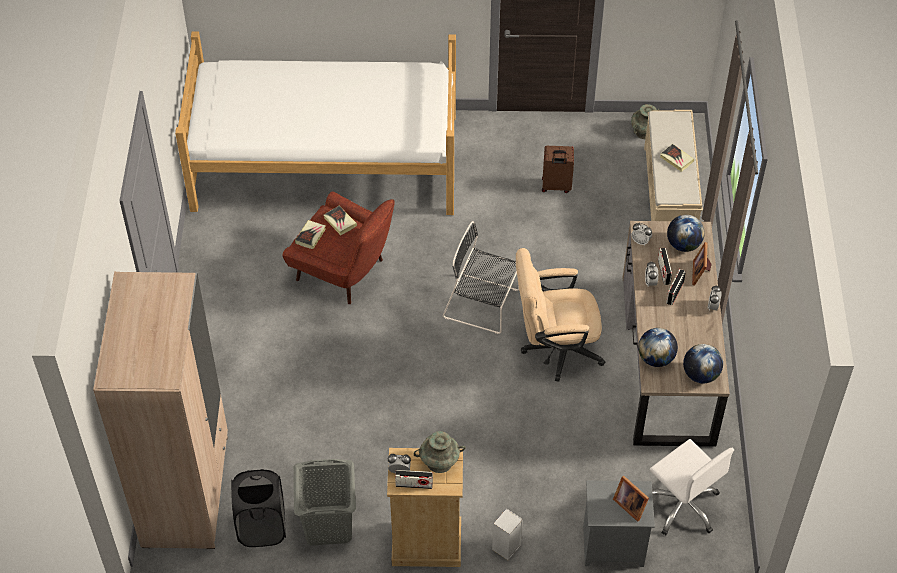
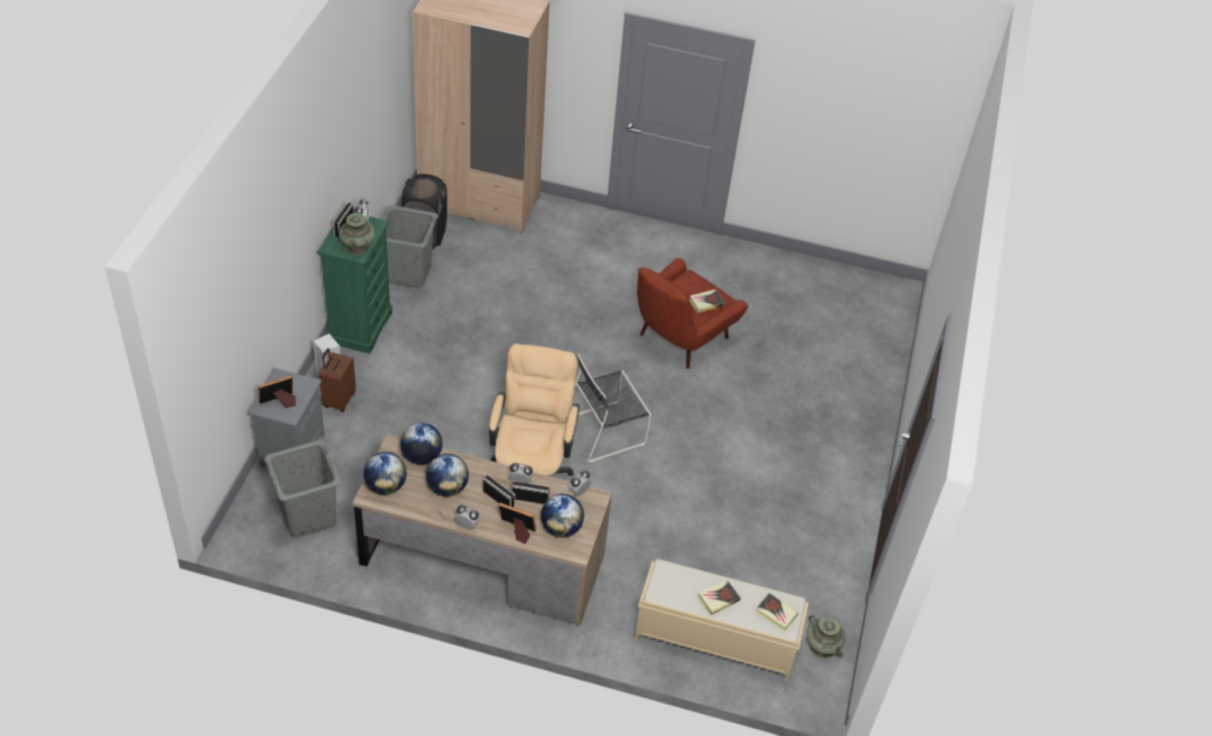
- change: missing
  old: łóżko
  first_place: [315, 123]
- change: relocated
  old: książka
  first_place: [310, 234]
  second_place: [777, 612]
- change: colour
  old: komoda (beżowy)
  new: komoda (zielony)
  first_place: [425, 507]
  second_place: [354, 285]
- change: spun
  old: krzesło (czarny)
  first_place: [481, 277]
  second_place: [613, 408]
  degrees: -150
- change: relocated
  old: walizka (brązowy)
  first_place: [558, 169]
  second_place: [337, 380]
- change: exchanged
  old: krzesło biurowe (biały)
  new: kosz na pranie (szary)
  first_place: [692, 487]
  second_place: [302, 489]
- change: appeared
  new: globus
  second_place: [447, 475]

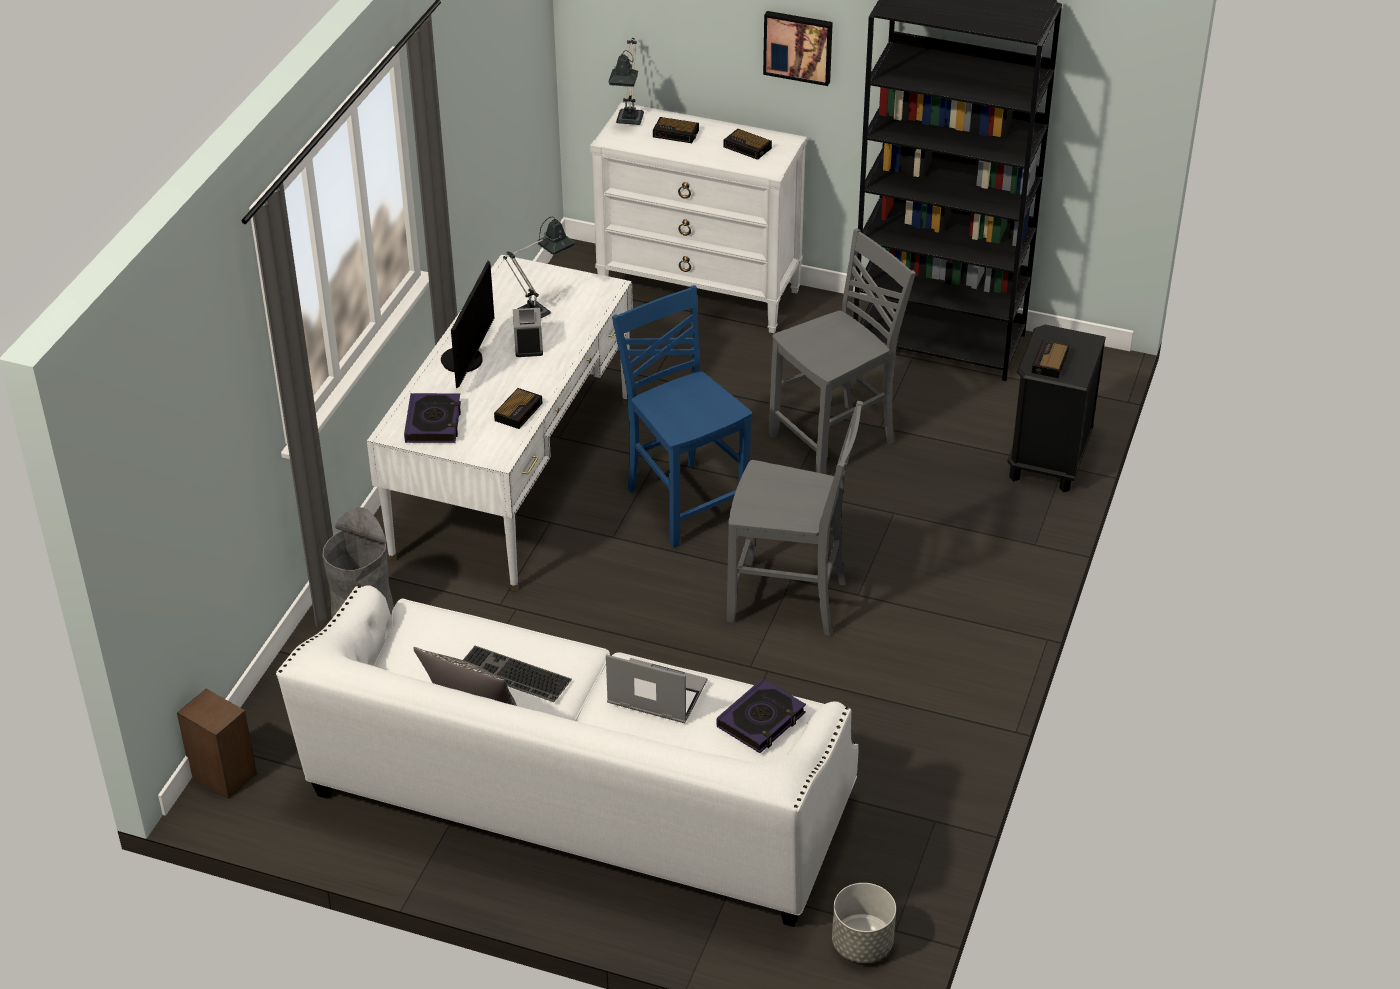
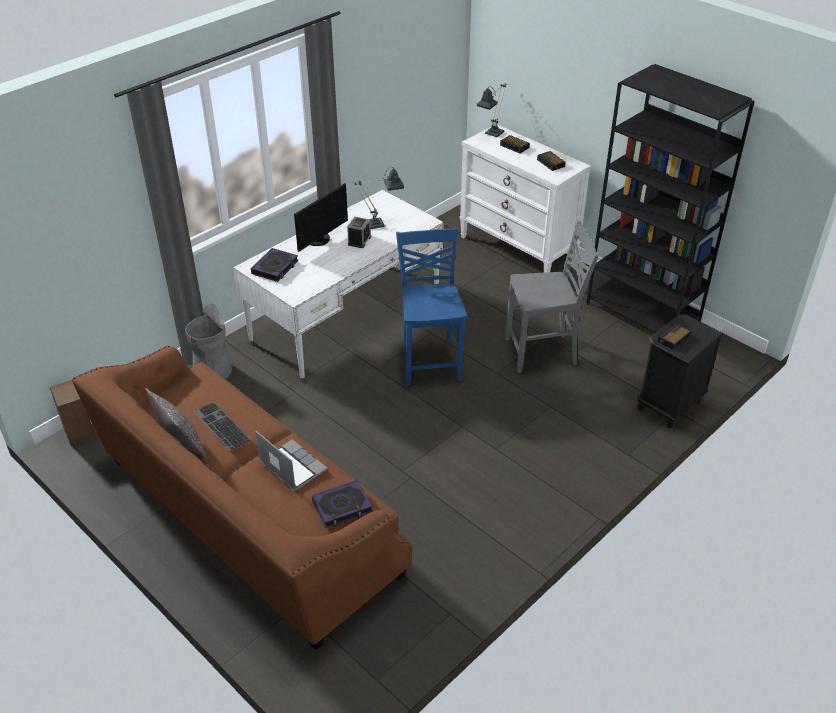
- change: colour
  old: kanapa (biały)
  new: kanapa (brązowy)
  first_place: [567, 756]
  second_place: [242, 498]
- change: missing
  old: budzik
  first_place: [518, 408]
- change: missing
  old: krzesło (szary)
  first_place: [795, 518]
- change: missing
  old: obraz
  first_place: [798, 48]
- change: missing
  old: donica (szary)
  first_place: [864, 923]

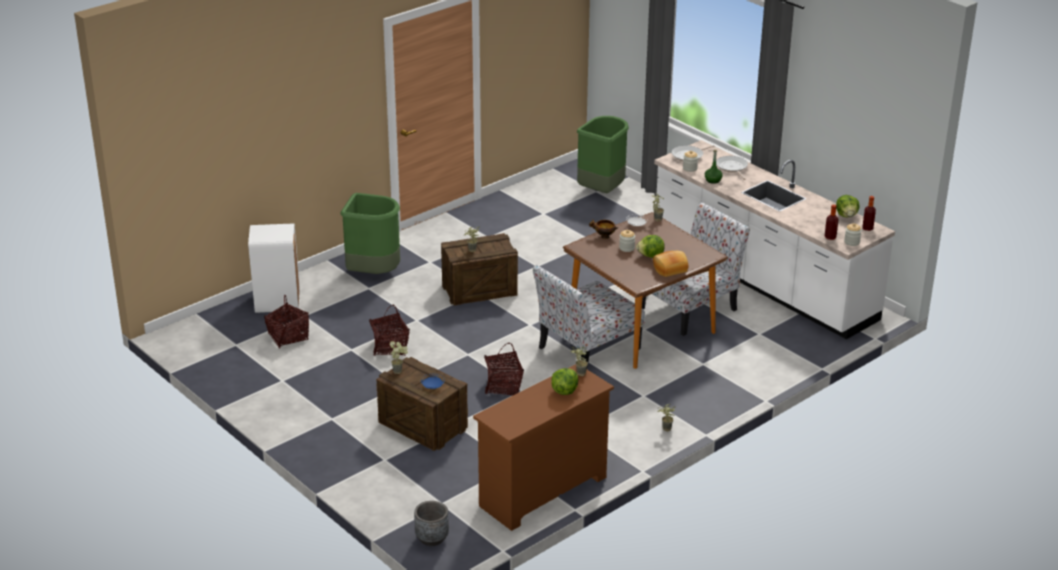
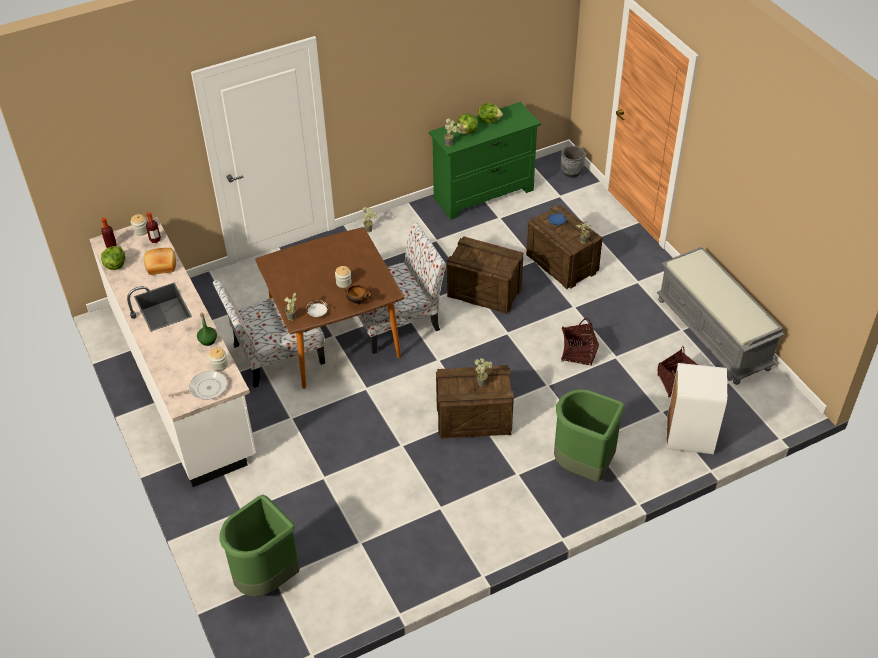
- change: colour
  old: komoda (brązowy)
  new: komoda (zielony)
  first_place: [543, 447]
  second_place: [485, 161]
- change: exchanged
  old: koszyk
  new: skrzynka
  first_place: [504, 369]
  second_place: [485, 275]
- change: relocated
  old: sałata
  first_place: [650, 246]
  second_place: [490, 113]
- change: relocated
  old: chleb
  first_place: [671, 264]
  second_place: [160, 261]
- change: missing
  old: patelnia
  first_place: [732, 168]
- change: appeared
  new: ławka (szary)
  second_place: [720, 316]

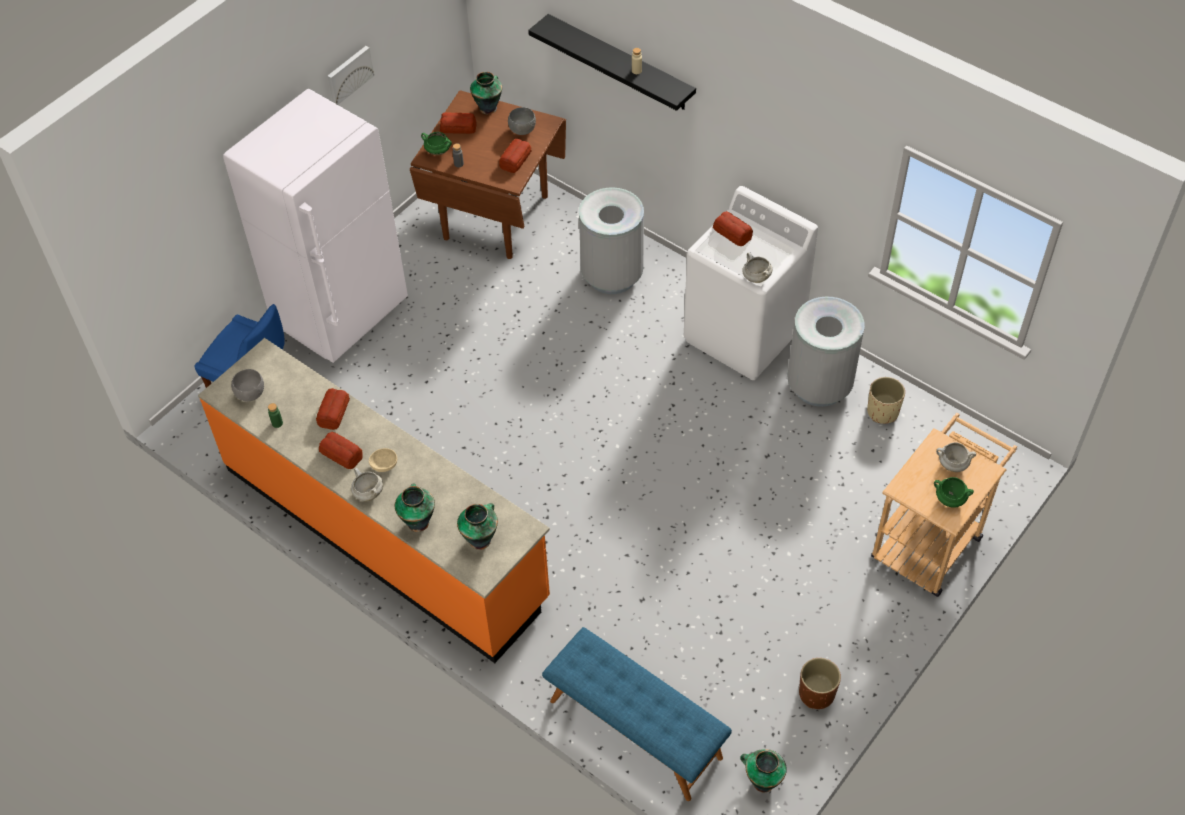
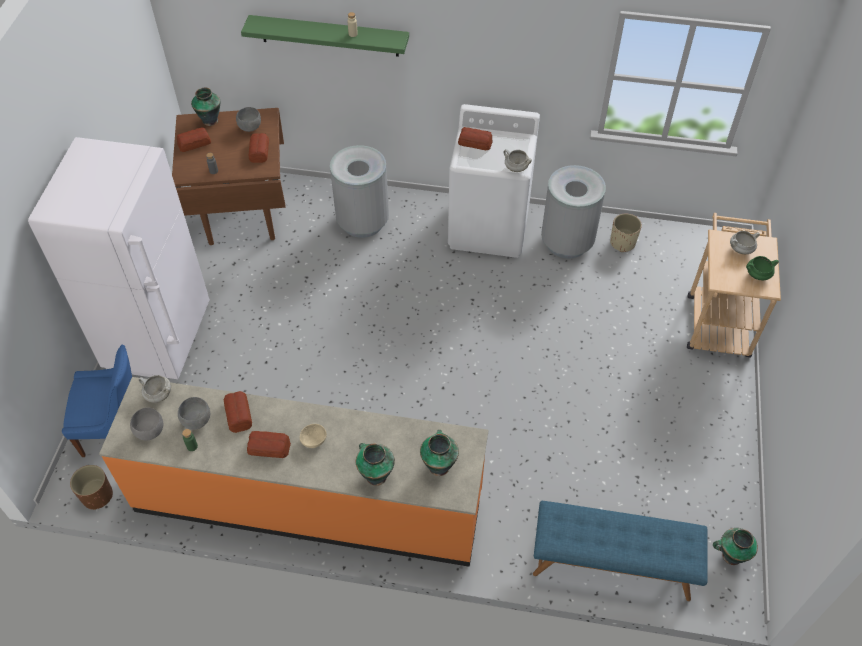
- change: missing
  old: obraz
  first_place: [351, 75]
- change: relocated
  old: garnek (biały)
  first_place: [367, 484]
  second_place: [154, 389]
- change: missing
  old: garnek (zielony)
  first_place: [436, 143]
- change: colour
  old: półka (czarny)
  new: półka (zielony)
  first_place: [612, 62]
  second_place: [325, 36]
- change: relocated
  old: donica (brązowy)
  first_place: [820, 683]
  second_place: [91, 487]
- change: appeared
  new: miska (szary)
  second_place: [194, 413]

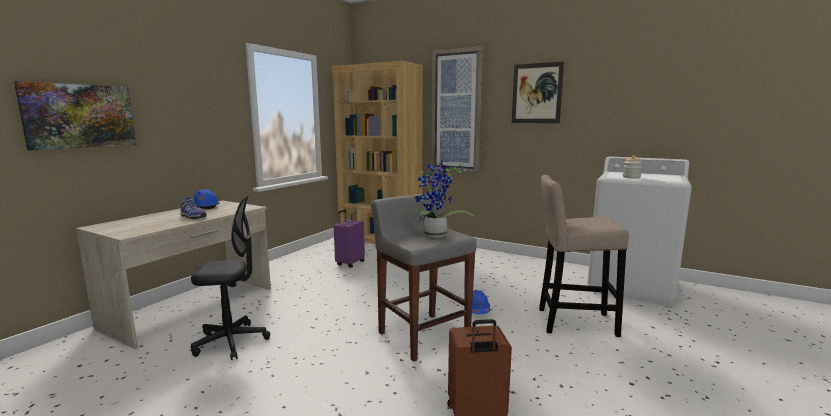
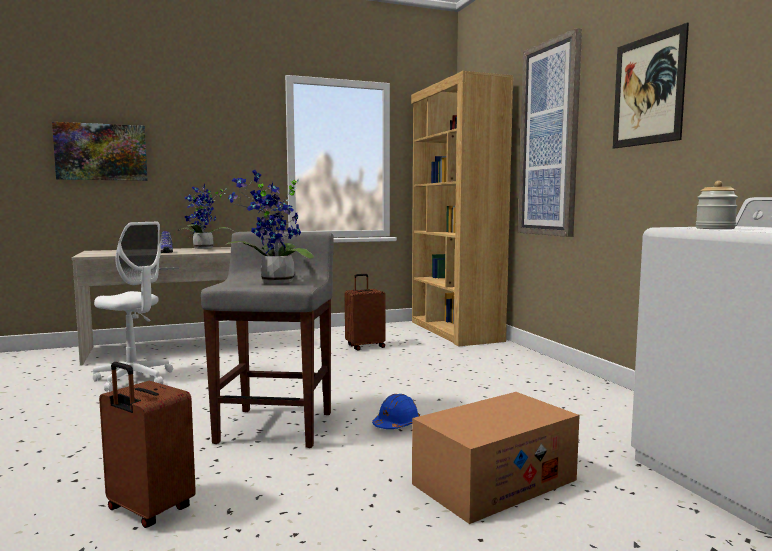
- change: colour
  old: krzesło biurowe (czarny)
  new: krzesło biurowe (biały)
  first_place: [230, 277]
  second_place: [133, 307]
- change: exchanged
  old: kask (niebieski)
  new: roślina doniczkowa
  first_place: [206, 199]
  second_place: [204, 216]
- change: colour
  old: walizka (fioletowy)
  new: walizka (brązowy)
  first_place: [349, 239]
  second_place: [365, 312]
- change: exchanged
  old: stołek (beżowy)
  new: karton
  first_place: [584, 256]
  second_place: [496, 458]

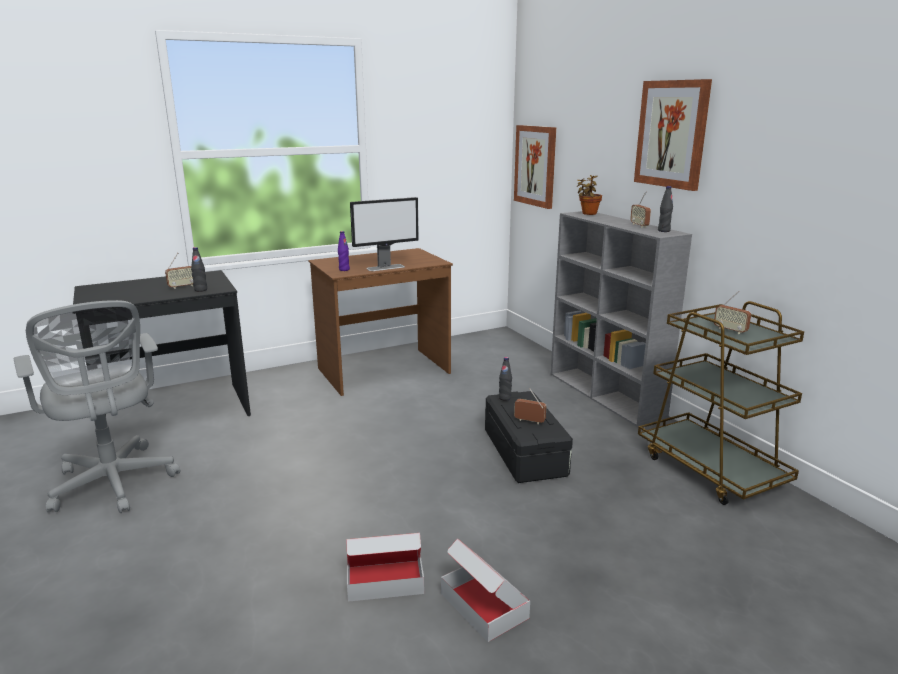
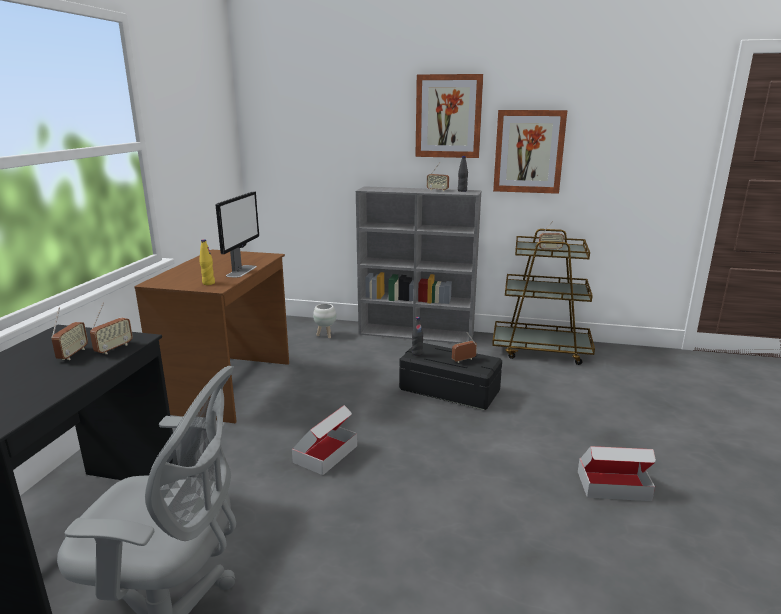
- change: exchanged
  old: butelka (czarny)
  new: radio
  first_place: [199, 269]
  second_place: [111, 328]
- change: colour
  old: butelka (fioletowy)
  new: butelka (żółty)
  first_place: [344, 251]
  second_place: [207, 262]
- change: relocated
  old: karton
  first_place: [385, 567]
  second_place: [324, 440]
- change: relocated
  old: obraz
  first_place: [535, 167]
  second_place: [530, 152]
- change: missing
  old: roślina doniczkowa
  first_place: [589, 195]
- change: appeared
  new: donica (biały)
  second_place: [324, 321]

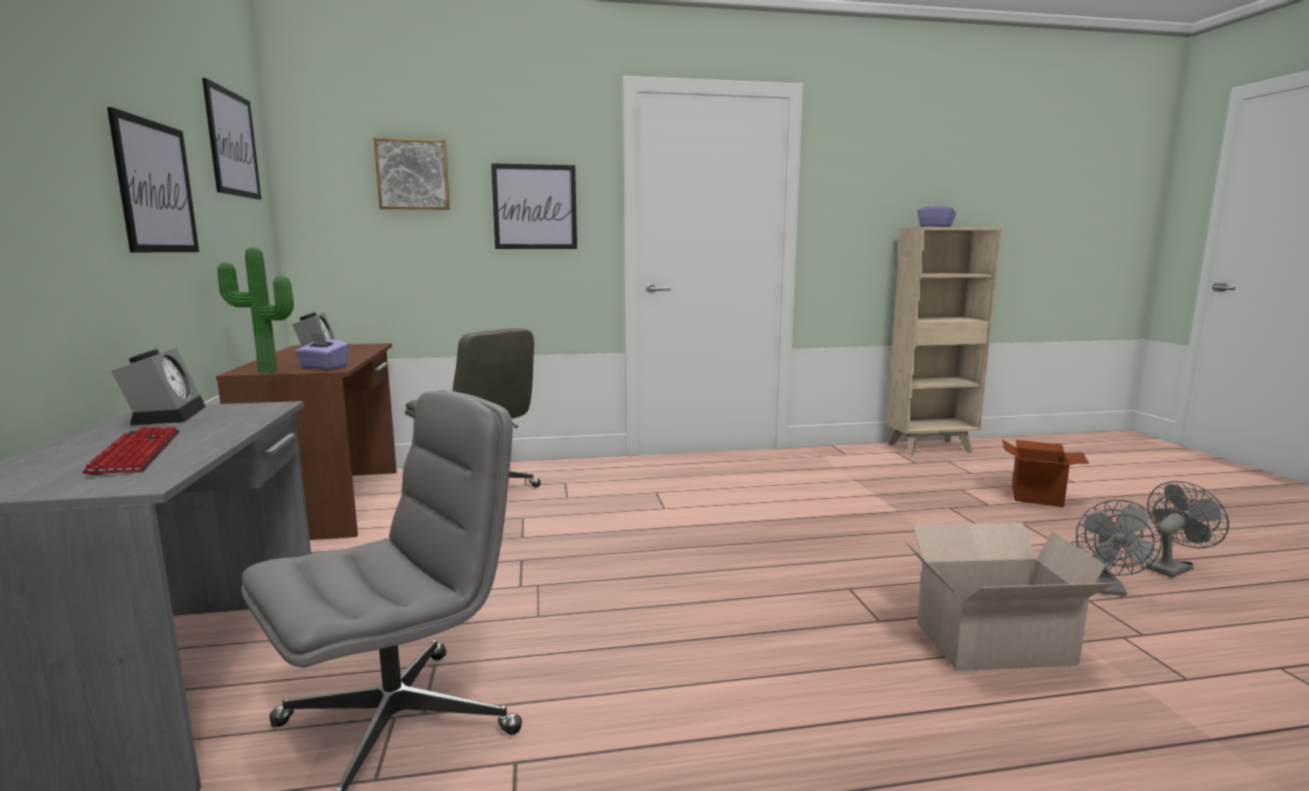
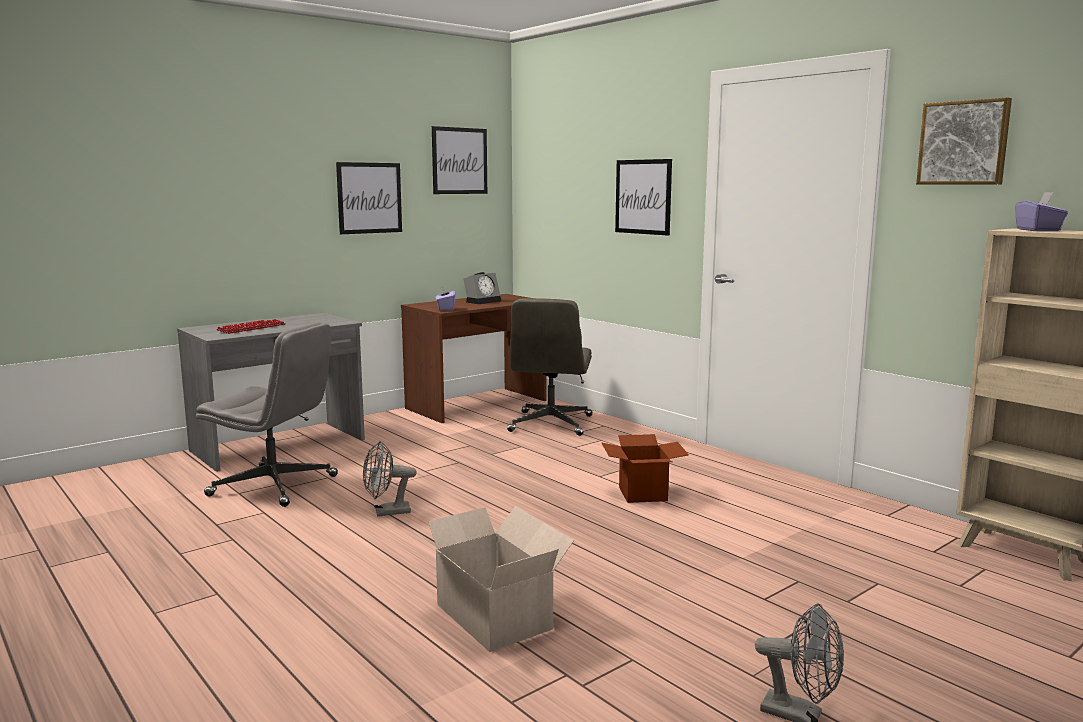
- change: missing
  old: budzik
  first_place: [158, 386]
- change: missing
  old: roślina doniczkowa
  first_place: [256, 310]
- change: relocated
  old: obraz
  first_place: [412, 174]
  second_place: [964, 141]
- change: relocated
  old: karton
  first_place: [1045, 473]
  second_place: [645, 468]
- change: relocated
  old: wentylator (szary)
  first_place: [1119, 548]
  second_place: [389, 478]

